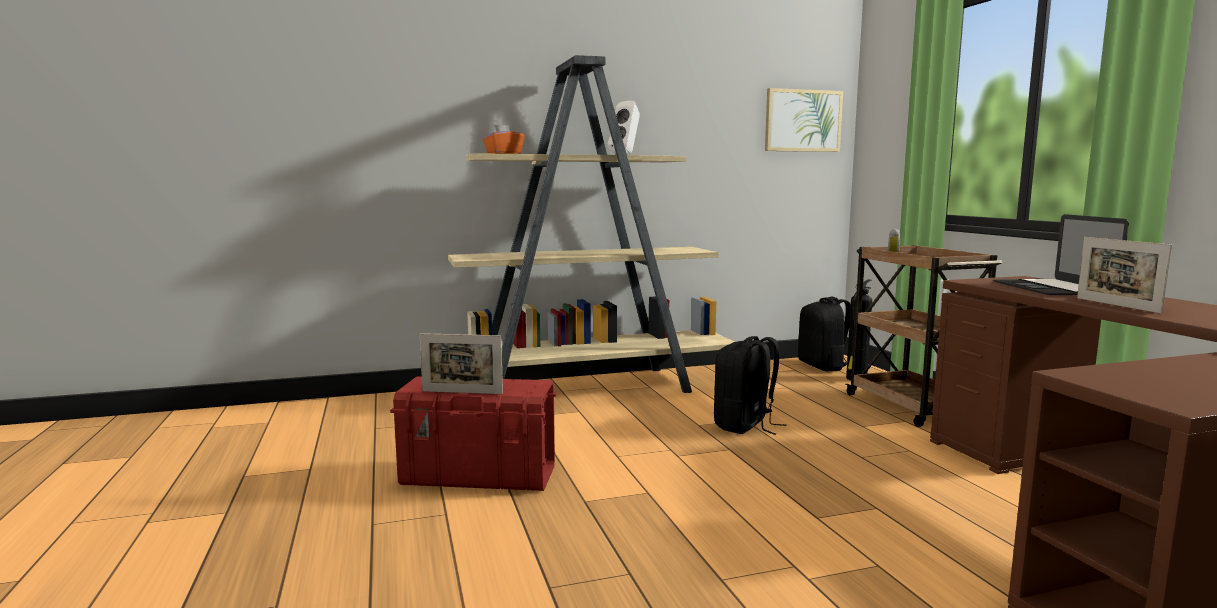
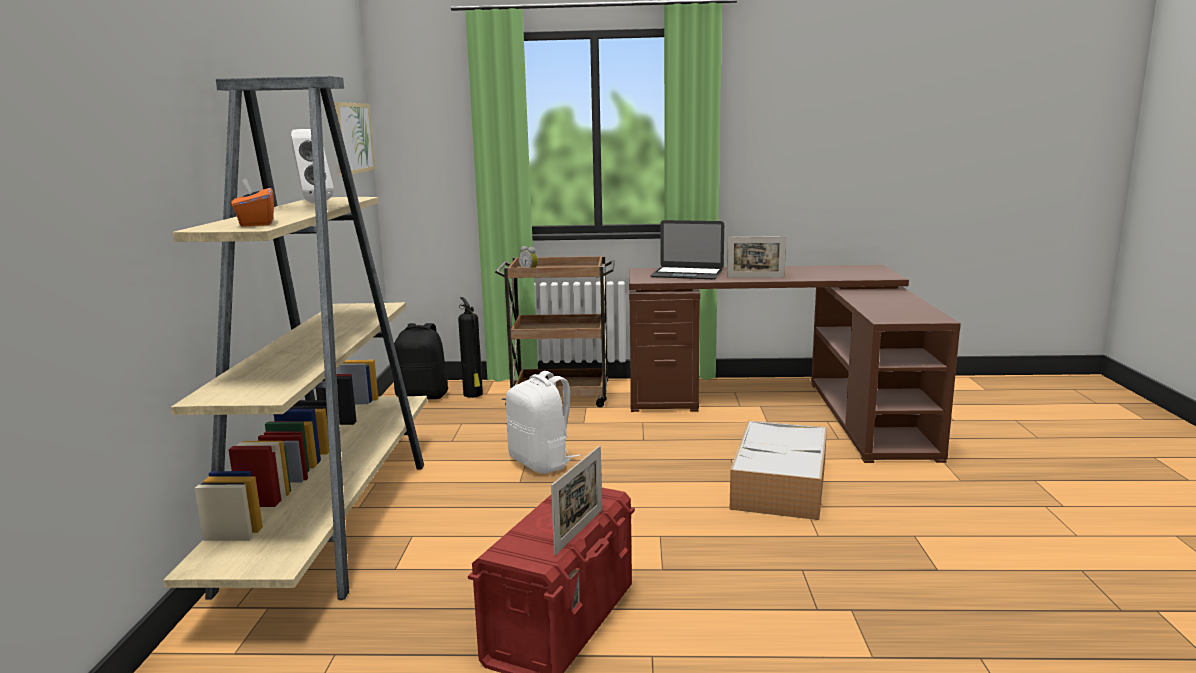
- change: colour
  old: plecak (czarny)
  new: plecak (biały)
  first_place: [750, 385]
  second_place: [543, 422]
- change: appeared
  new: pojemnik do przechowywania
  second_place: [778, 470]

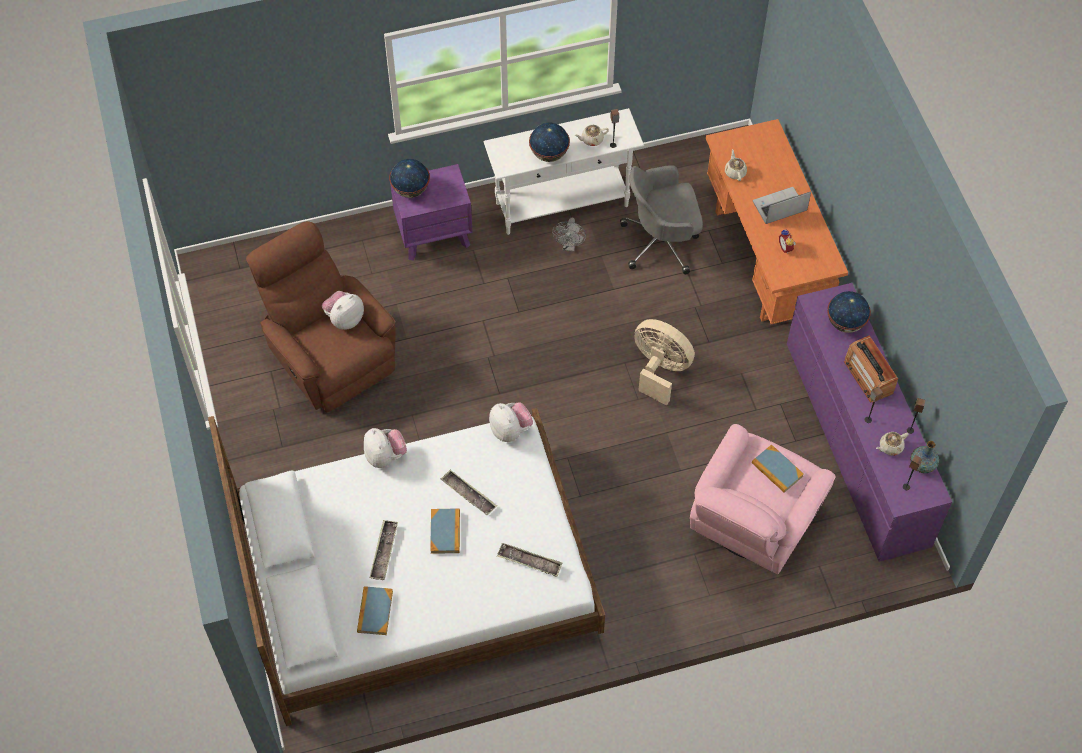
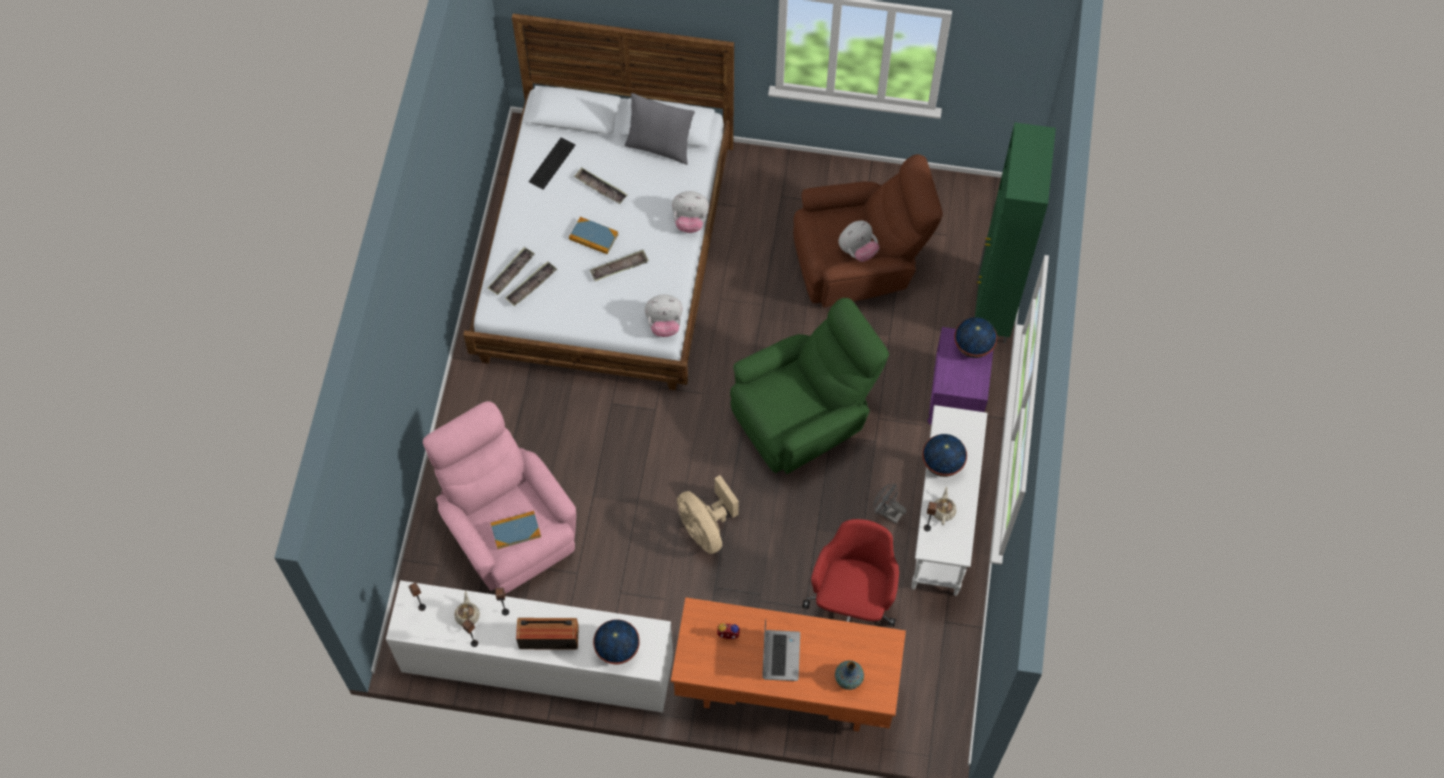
- change: spun
  old: pluszak
  first_place: [343, 310]
  second_place: [858, 241]
  degrees: 75
- change: exchanged
  old: książka
  new: klawiatura
  first_place: [375, 610]
  second_place: [552, 164]
- change: colour
  old: krzesło biurowe (szary)
  new: krzesło biurowe (czerwony)
  first_place: [661, 219]
  second_place: [850, 572]
- change: spun
  old: wentylator (beżowy)
  first_place: [664, 362]
  second_place: [708, 514]
  degrees: 90
- change: missing
  old: imbryk (beżowy)
  first_place: [736, 165]
- change: colour
  old: komoda (fioletowy)
  new: komoda (biały)
  first_place: [869, 422]
  second_place: [529, 646]
- change: relocated
  old: wazon
  first_place: [924, 457]
  second_place: [849, 675]
- change: appeared
  new: taca
  second_place: [511, 271]
- change: appeared
  new: poduszka (szary)
  second_place: [660, 129]
- change: appeared
  new: fotel (zielony)
  second_place: [809, 386]
- change: appeared
  new: szafka (zielony)
  second_place: [1015, 232]

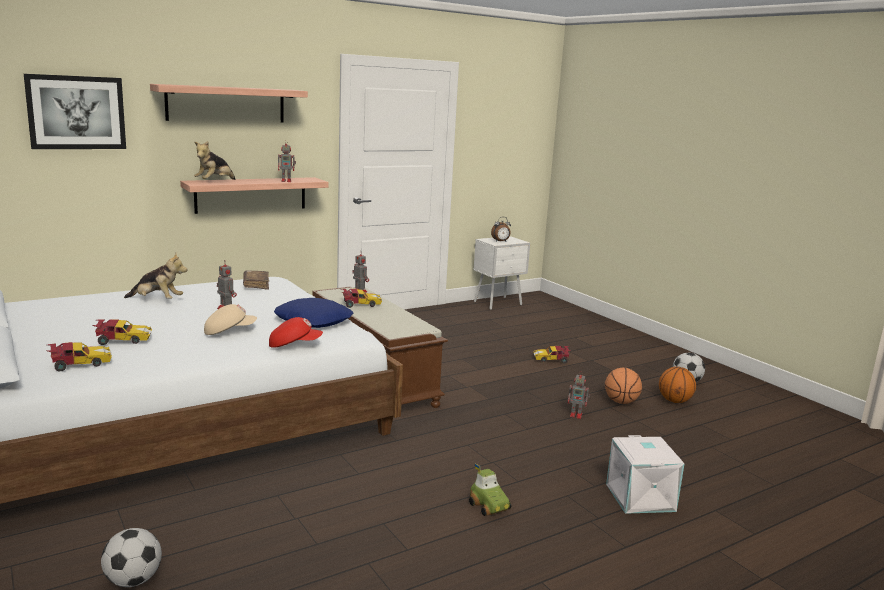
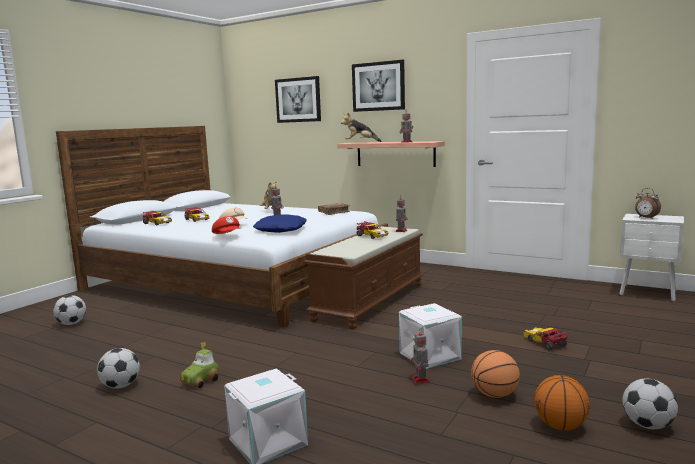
- change: exchanged
  old: półka
  new: obraz
  first_place: [229, 103]
  second_place: [378, 86]
- change: appeared
  new: piłka futbolowa
  second_place: [118, 368]
- change: appeared
  new: pojemnik do przechowywania (biały)
  second_place: [430, 336]

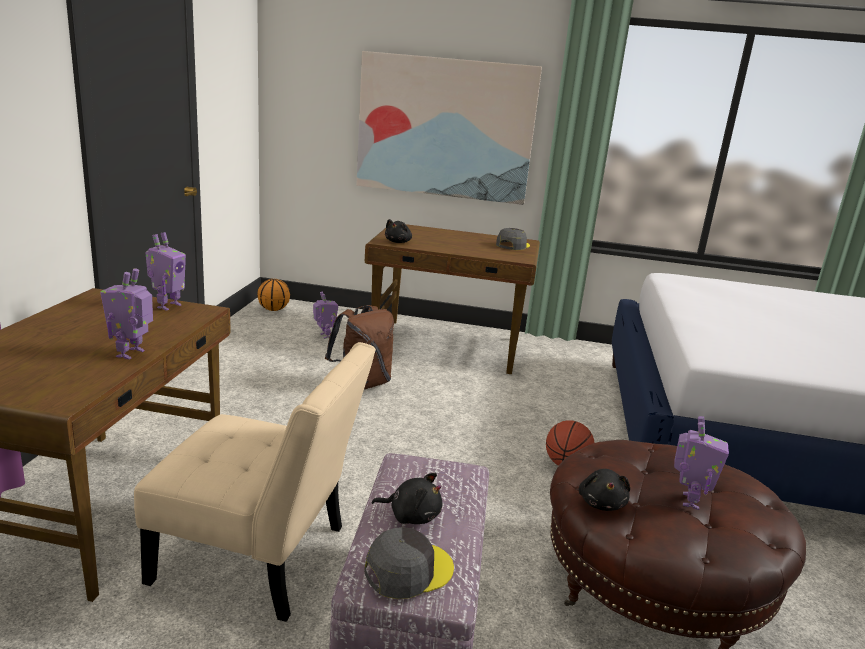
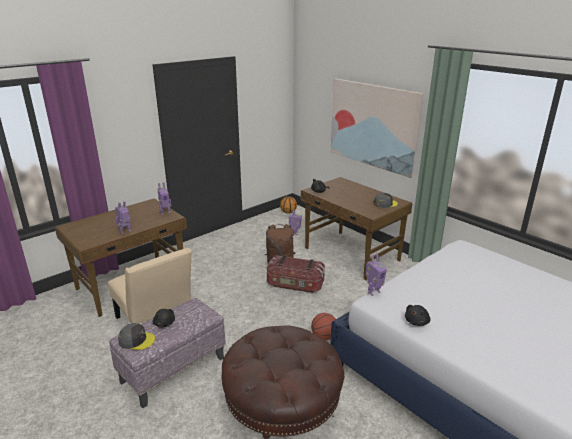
- change: relocated
  old: pluszak (czarny)
  first_place: [604, 490]
  second_place: [418, 315]
- change: relocated
  old: robot zabawkowy
  first_place: [701, 463]
  second_place: [376, 275]
- change: appeared
  new: pojemnik do przechowywania
  second_place: [296, 274]

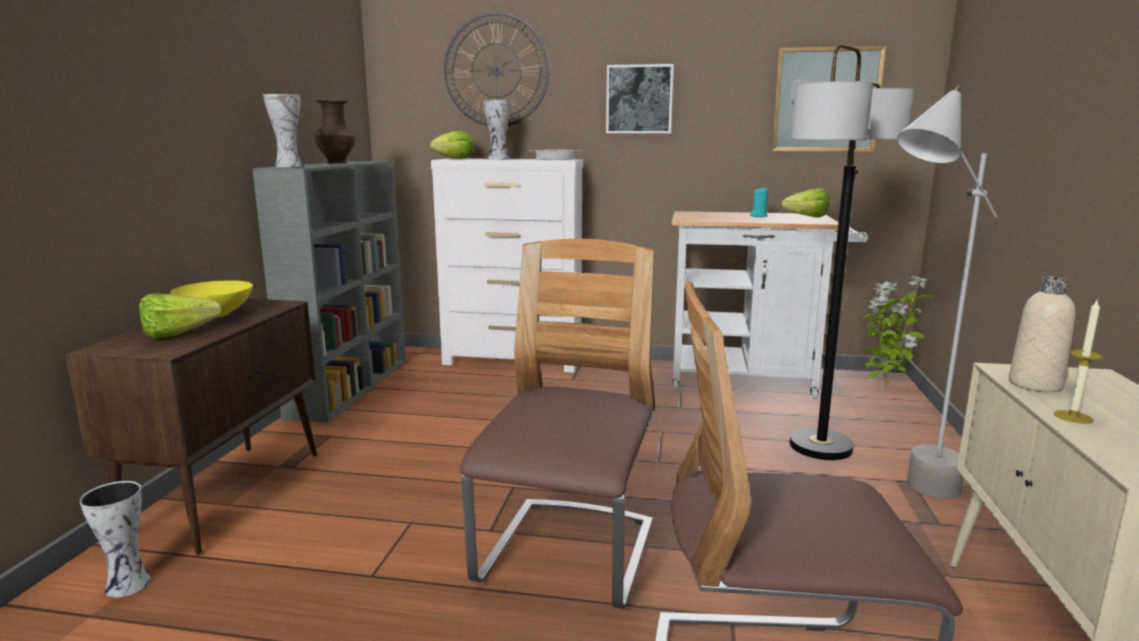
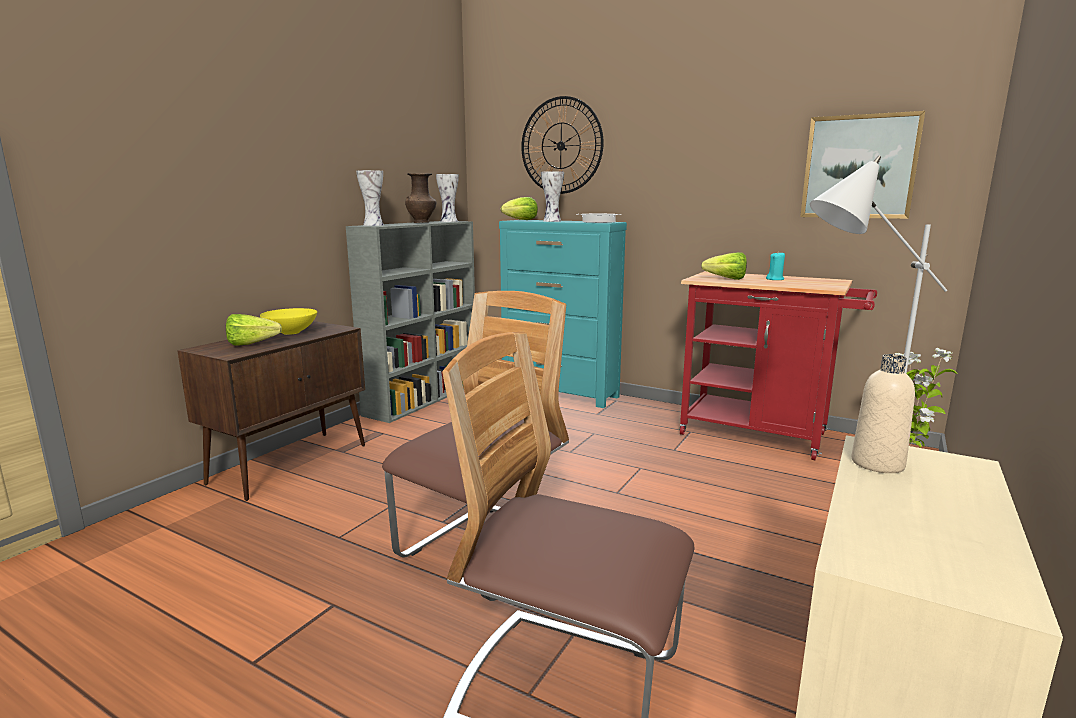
- change: relocated
  old: wazon
  first_place: [115, 539]
  second_place: [447, 198]
- change: colour
  old: komoda (biały)
  new: komoda (turkusowy)
  first_place: [507, 265]
  second_place: [563, 314]
- change: missing
  old: obraz
  first_place: [640, 98]
- change: colour
  old: wózek (biały)
  new: wózek (czerwony)
  first_place: [770, 305]
  second_place: [778, 365]
- change: relocated
  old: sałata
  first_place: [805, 203]
  second_place: [724, 266]
- change: missing
  old: lampa stojąca
  first_place: [852, 252]
- change: missing
  old: świeca
  first_place: [1078, 362]

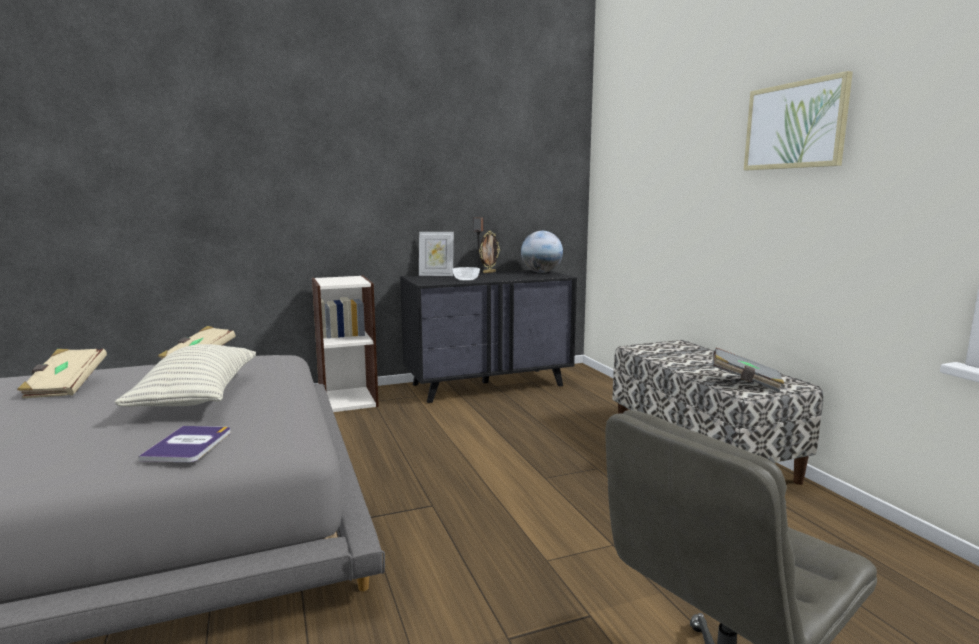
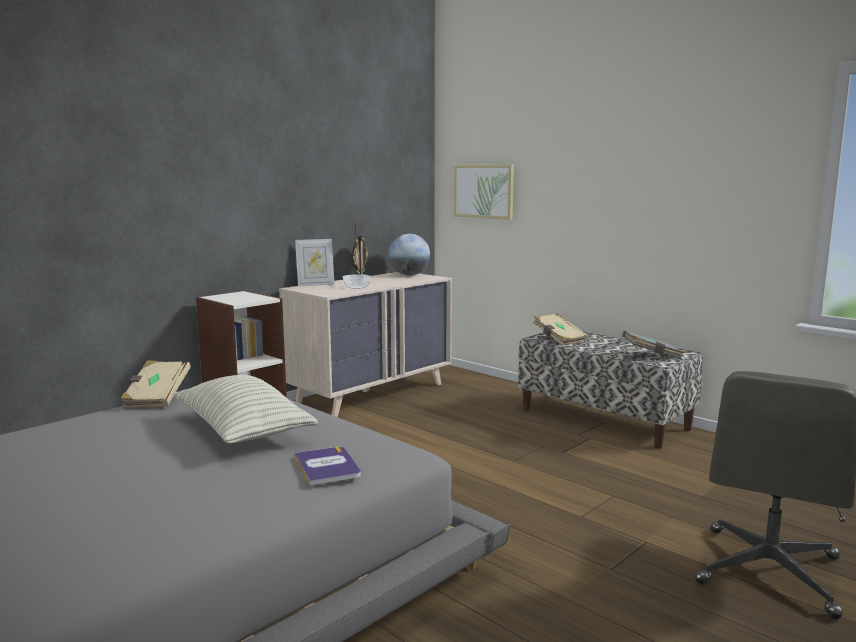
- change: relocated
  old: książka (beżowy)
  first_place: [62, 373]
  second_place: [560, 330]
- change: colour
  old: komoda (czarny)
  new: komoda (beżowy)
  first_place: [488, 336]
  second_place: [365, 344]
- change: relocated
  old: obraz
  first_place: [798, 120]
  second_place: [484, 192]

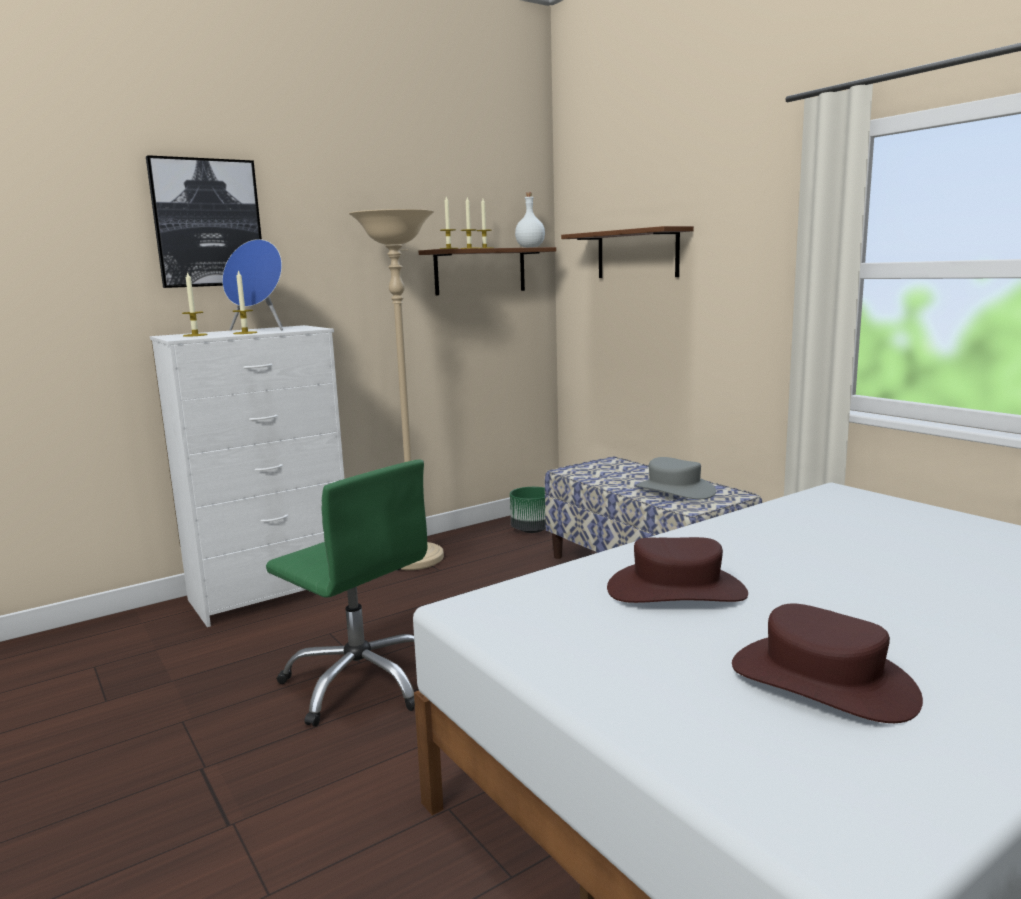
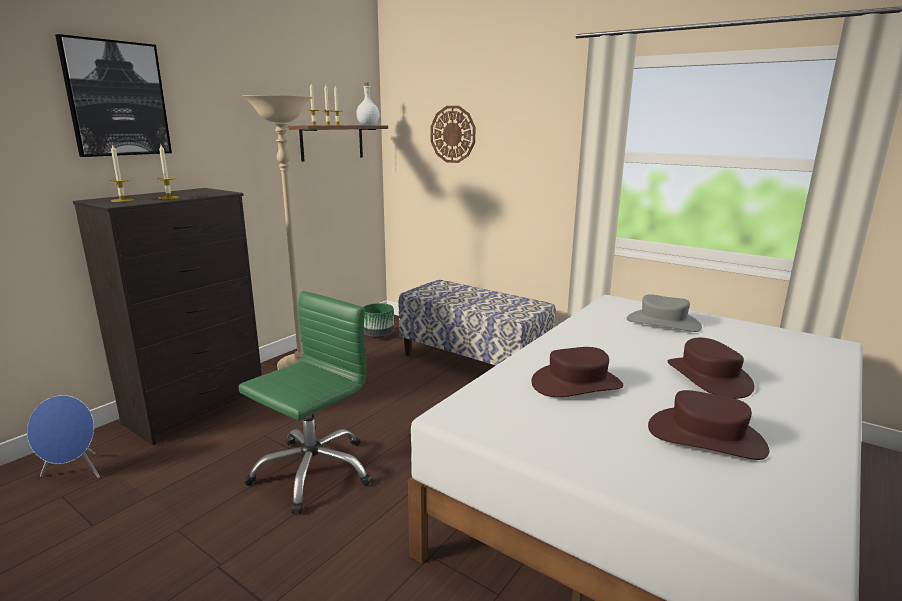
- change: colour
  old: komoda (biały)
  new: komoda (czarny)
  first_place: [247, 476]
  second_place: [167, 316]
- change: relocated
  old: głośnik (niebieski)
  first_place: [252, 285]
  second_place: [63, 436]
- change: spun
  old: krzesło biurowe (zielony)
  first_place: [346, 593]
  second_place: [305, 402]
  degrees: -75
- change: exchanged
  old: półka (brązowy)
  new: zegar ścienny
  first_place: [627, 252]
  second_place: [453, 134]
- change: relocated
  old: kapelusz (szary)
  first_place: [676, 478]
  second_place: [664, 313]
- change: appeared
  new: kapelusz (brązowy)
  second_place: [711, 368]

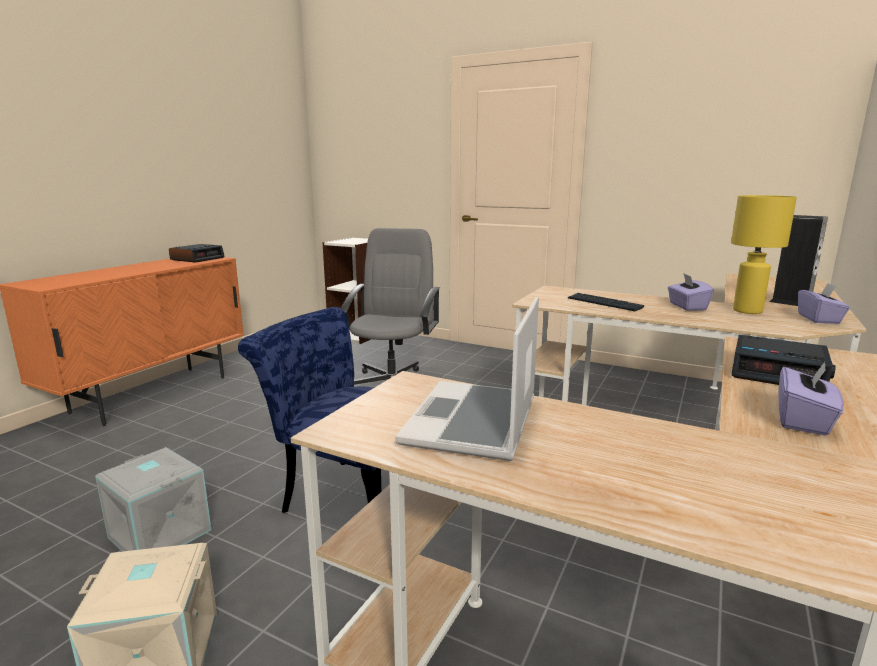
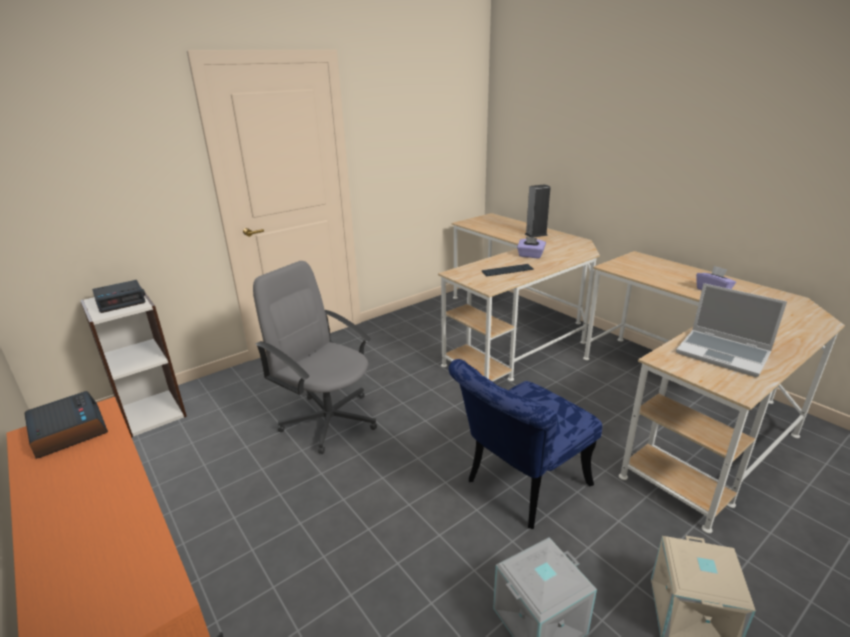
- change: missing
  old: lampa stołowa (żółty)
  first_place: [764, 254]
- change: relocated
  old: budzik
  first_place: [783, 360]
  second_place: [119, 296]
- change: missing
  old: pudełko chusteczek (fioletowy)
  first_place: [824, 303]

